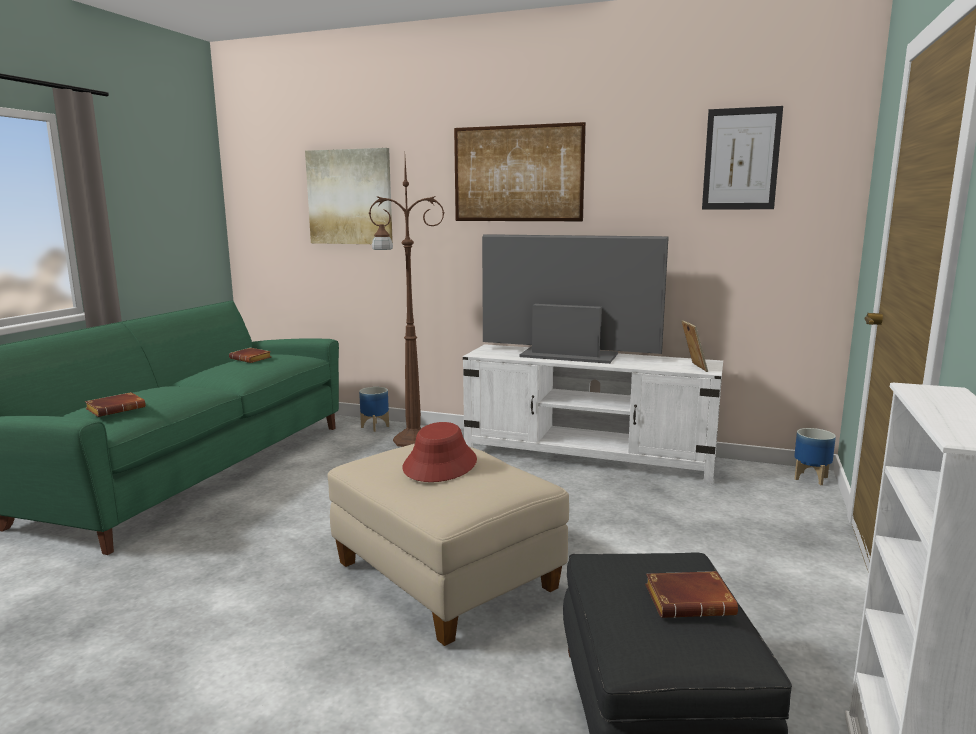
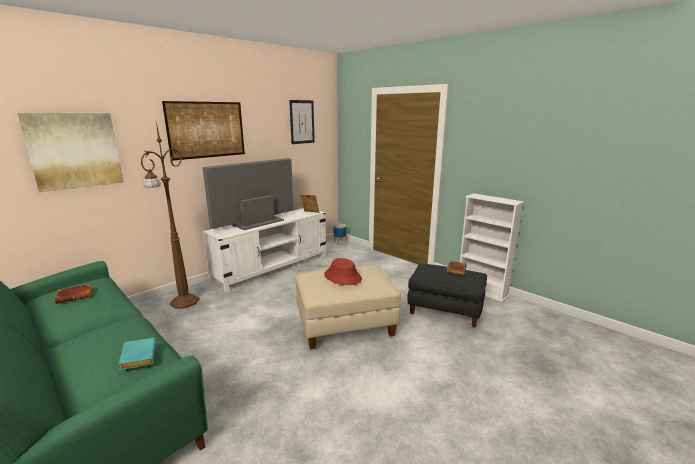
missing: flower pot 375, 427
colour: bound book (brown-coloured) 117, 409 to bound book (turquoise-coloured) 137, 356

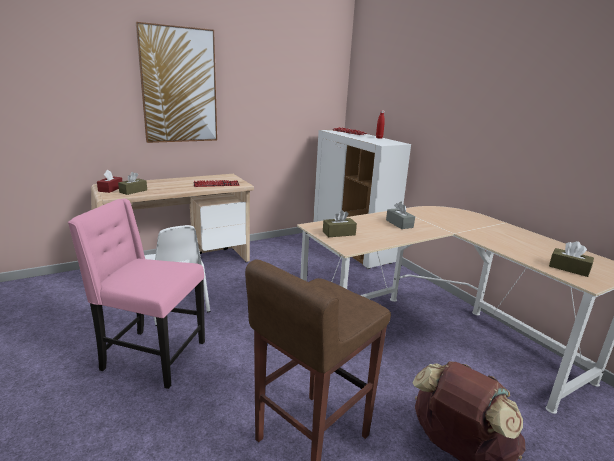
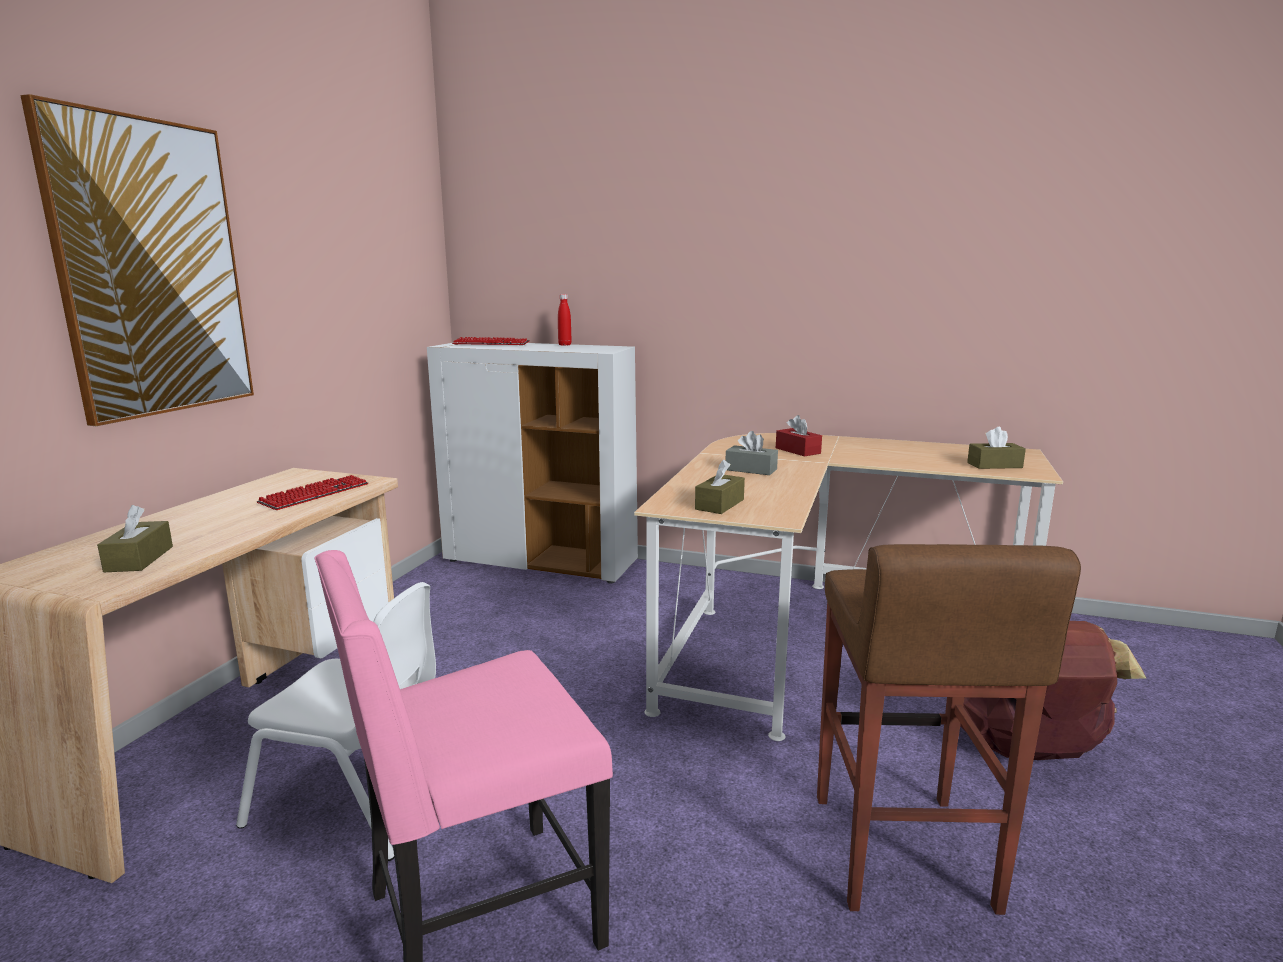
relocated: tissue holder (red-coloured) 110, 189 to 797, 450

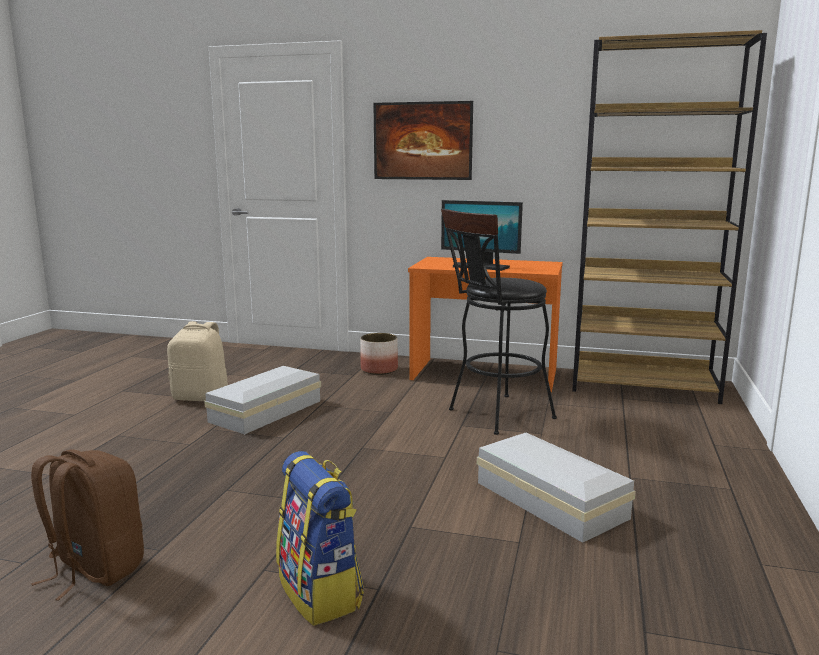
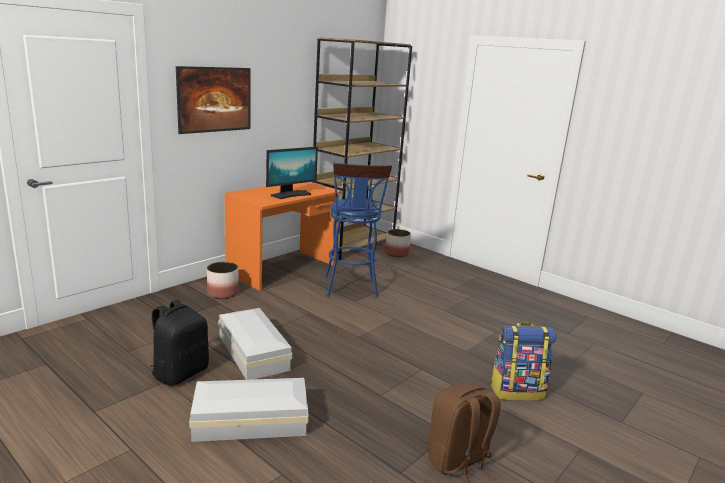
appeared: flower pot 396, 253
relocated: storage bin (white) 549, 498 to 248, 420
colour: knapsack (sand-coloured) 201, 397 to knapsack (black-coloured) 180, 373; sitting stool (black-coloured) 494, 415 to sitting stool (blue) 351, 289

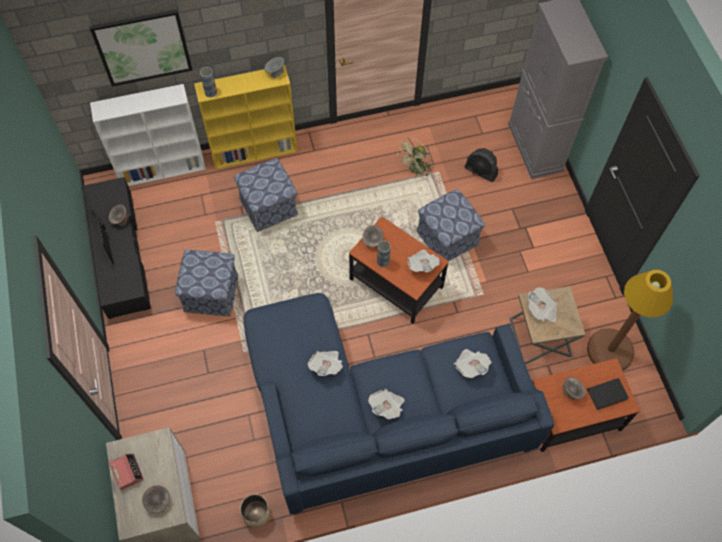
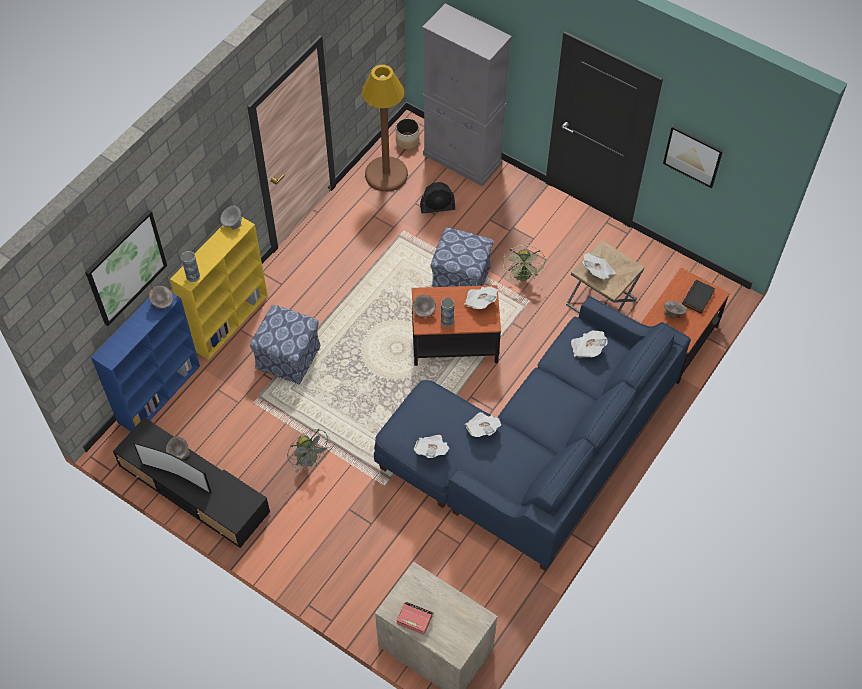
appeared: wall picture 693, 156
relocated: deep dish (gray) 159, 501 to 162, 303; floor lamp (brown-coloured) 610, 350 to 386, 175; flower pot 256, 514 to 407, 141; printed paper 387, 406 to 432, 450; electric fan (green-coloured) 415, 170 to 523, 277
exchanged: footrest 212, 293 to electric fan (gray) 310, 461
colour: bookcase (white) 163, 169 to bookcase (blue) 159, 393

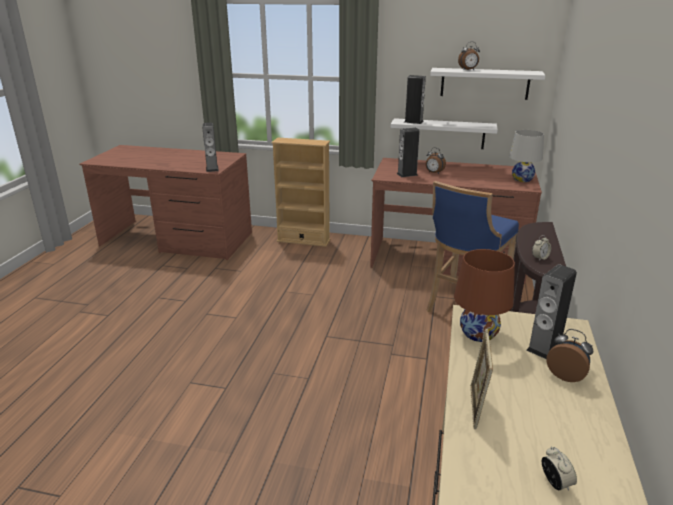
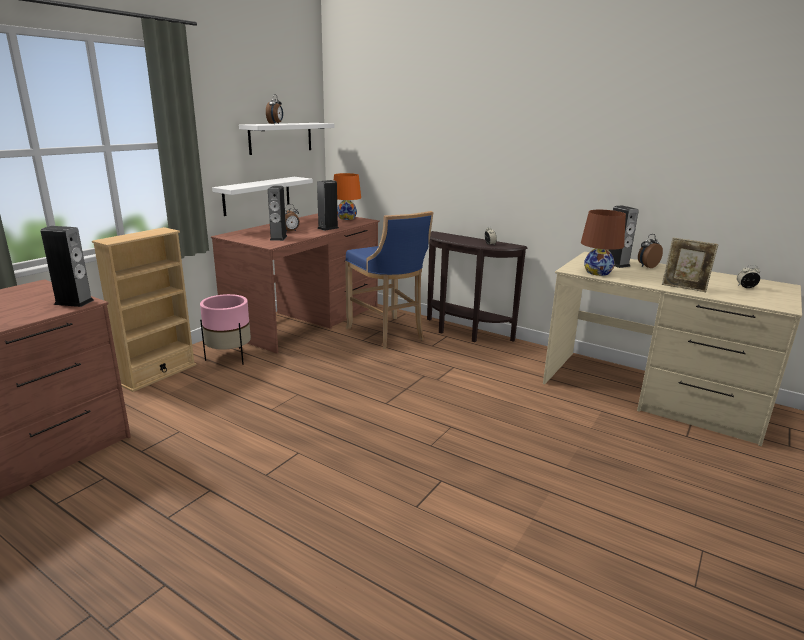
appeared: flower pot (pinkish) 229, 357
relocated: loudspeaker 413, 121 to 328, 228
colour: tabletop lamp (white) 522, 179 to tabletop lamp (orangey) 347, 218

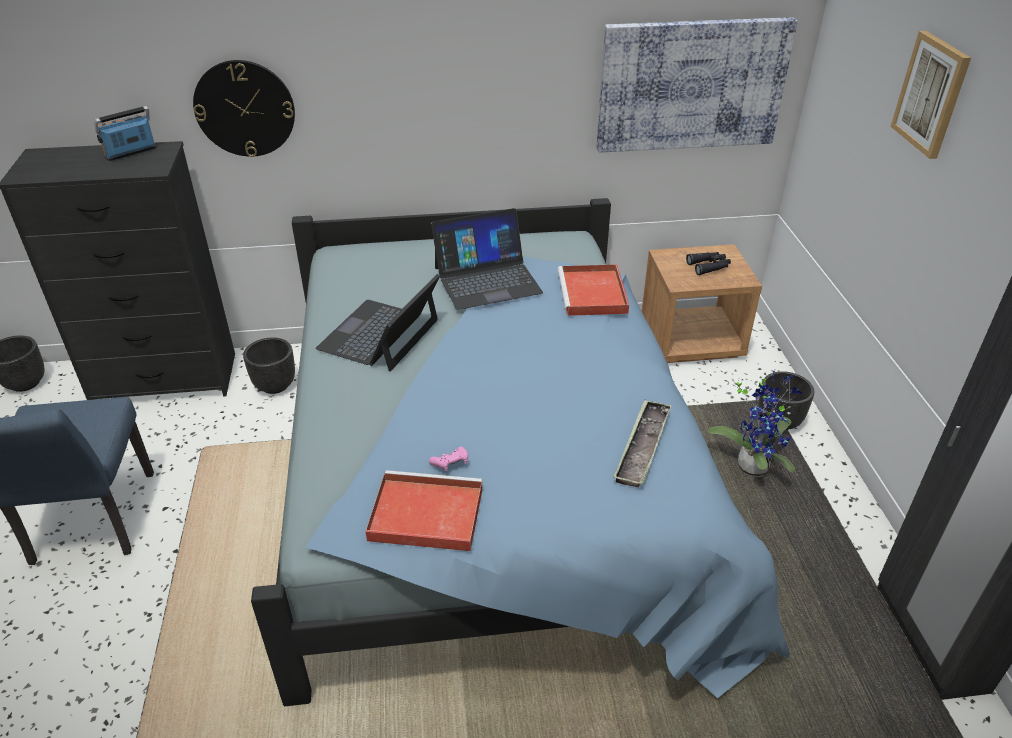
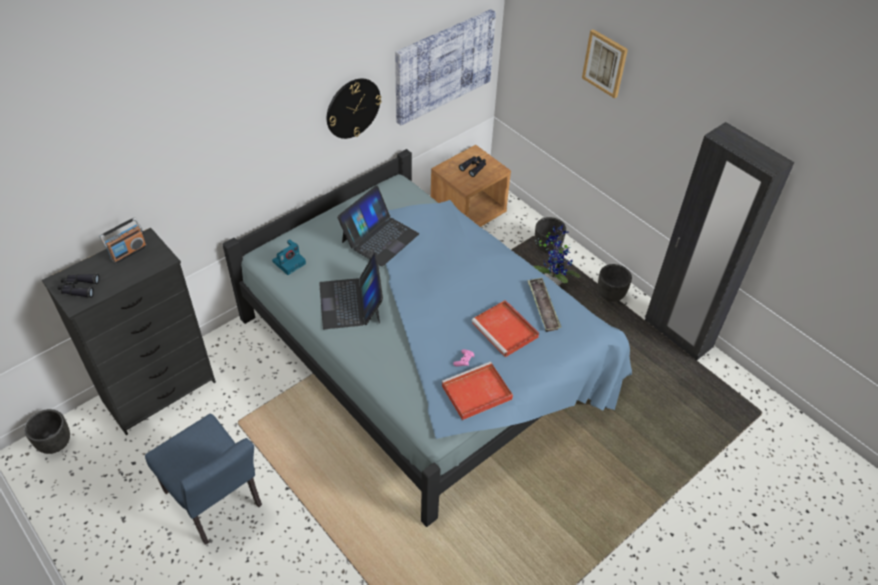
appeared: field glasses (black-coloured) 79, 288; photo camera 289, 262
relocated: hanging clock 245, 109 to 353, 108; tray (red-coloured) 593, 294 to 506, 330; flower pot (black-coloured) 275, 385 to 610, 295
spun: radio receiver 131, 153 = 128, 252 150 degrees counterclockwise

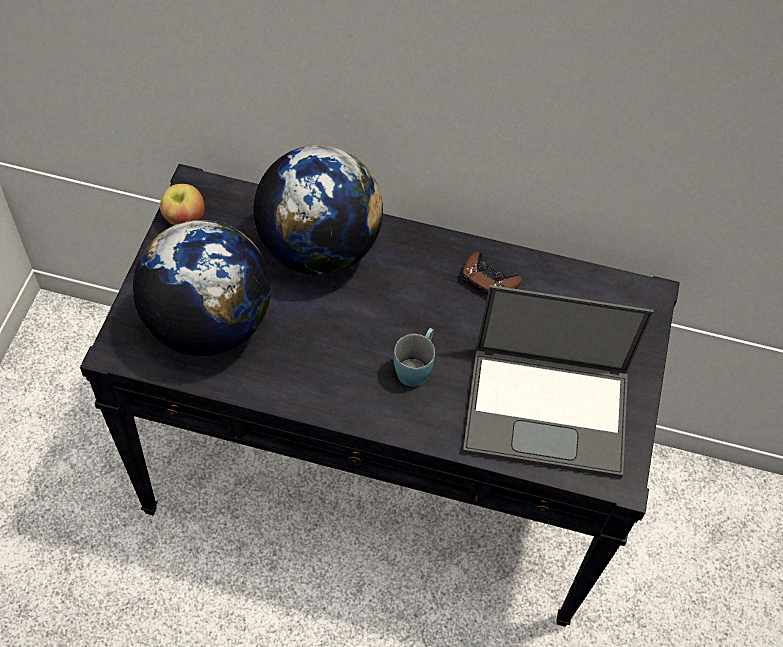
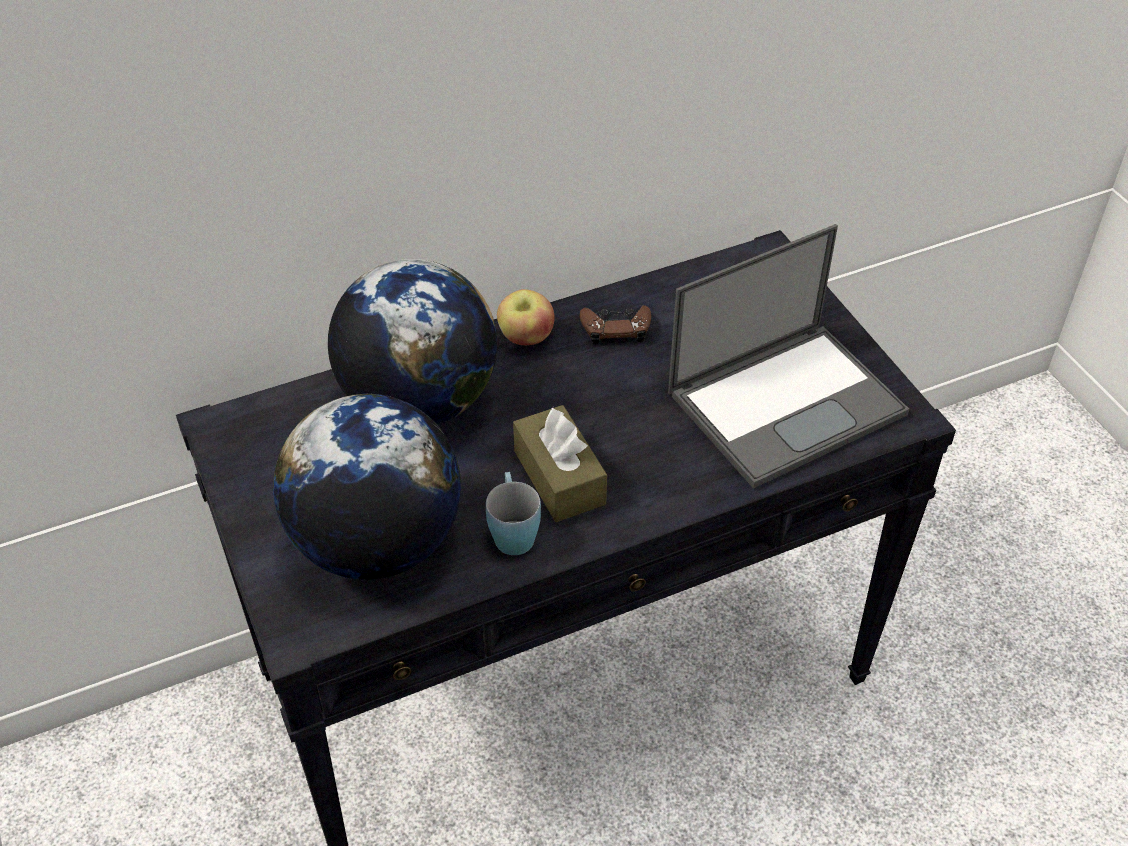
appeared: tissue holder (brown-coloured) 559, 477
relocated: tea mug (blue) 415, 367 to 512, 531; apple fruit 184, 219 to 526, 337

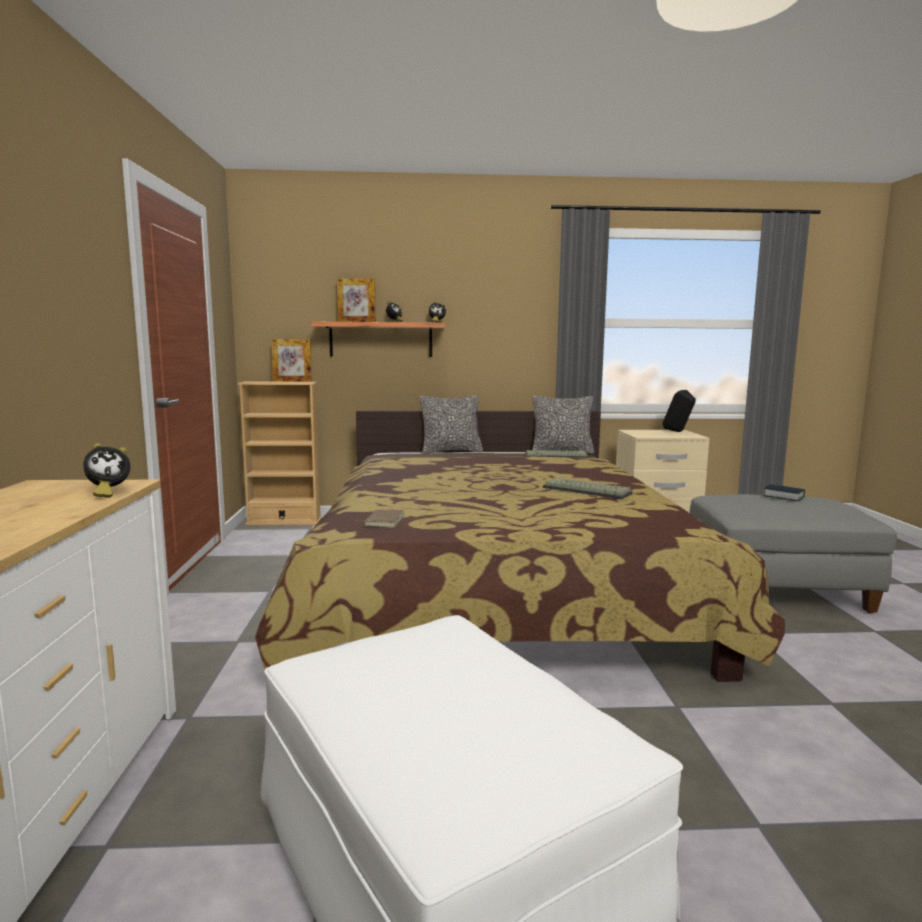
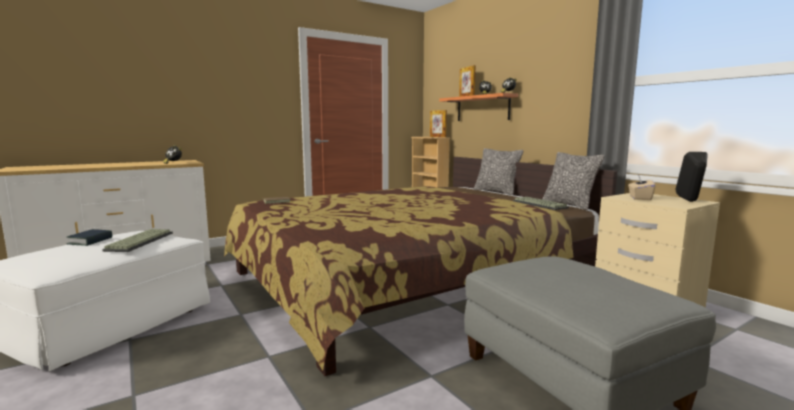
appeared: tissue holder (sand-coloured) 639, 198
relocated: bound book 783, 496 to 90, 241; keyboard 585, 490 to 139, 241

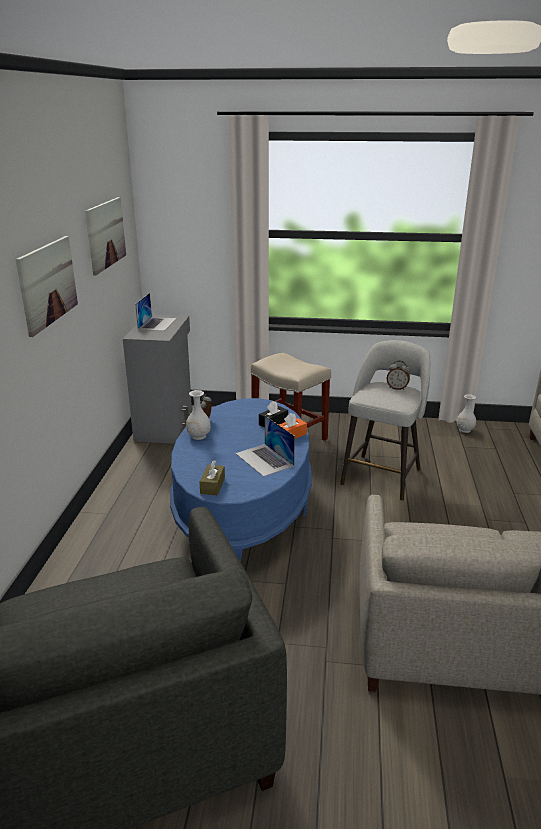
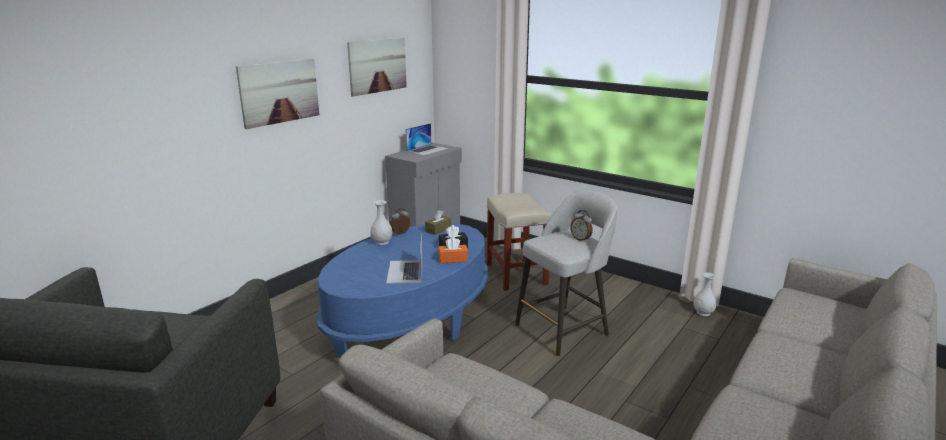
relocated: tissue holder (brown-coloured) 212, 485 to 438, 229

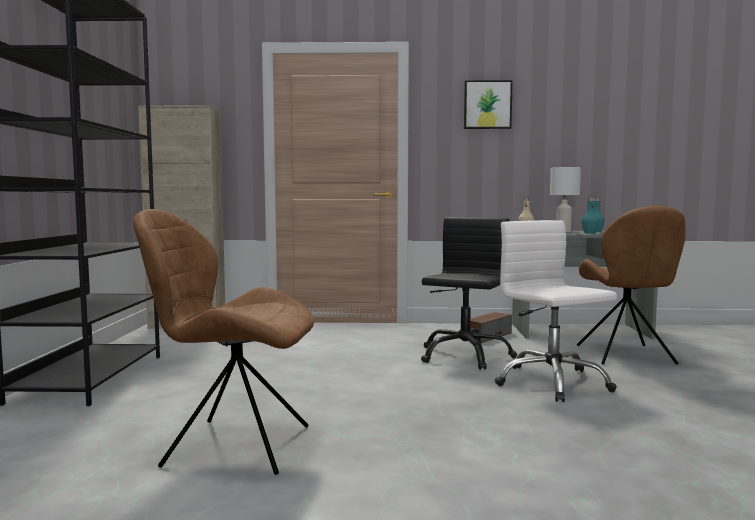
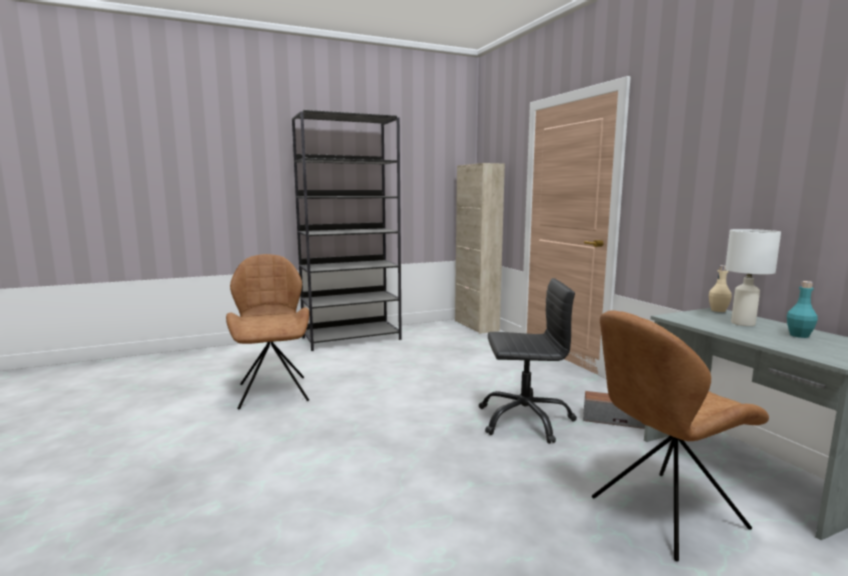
missing: wall picture 487, 105; office chair (white) 551, 382; drink bottle (turquoise-coloured) 589, 233

